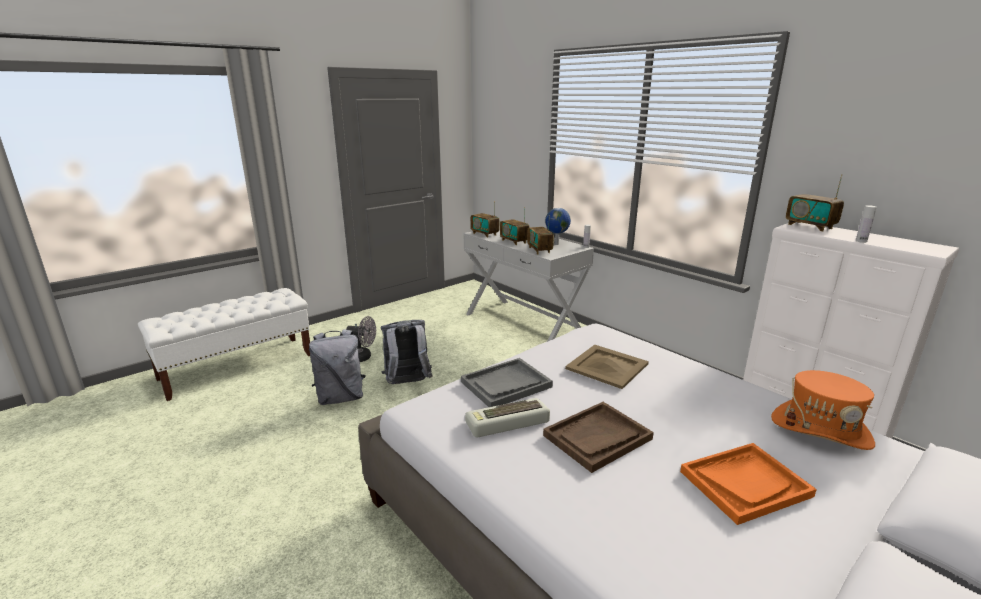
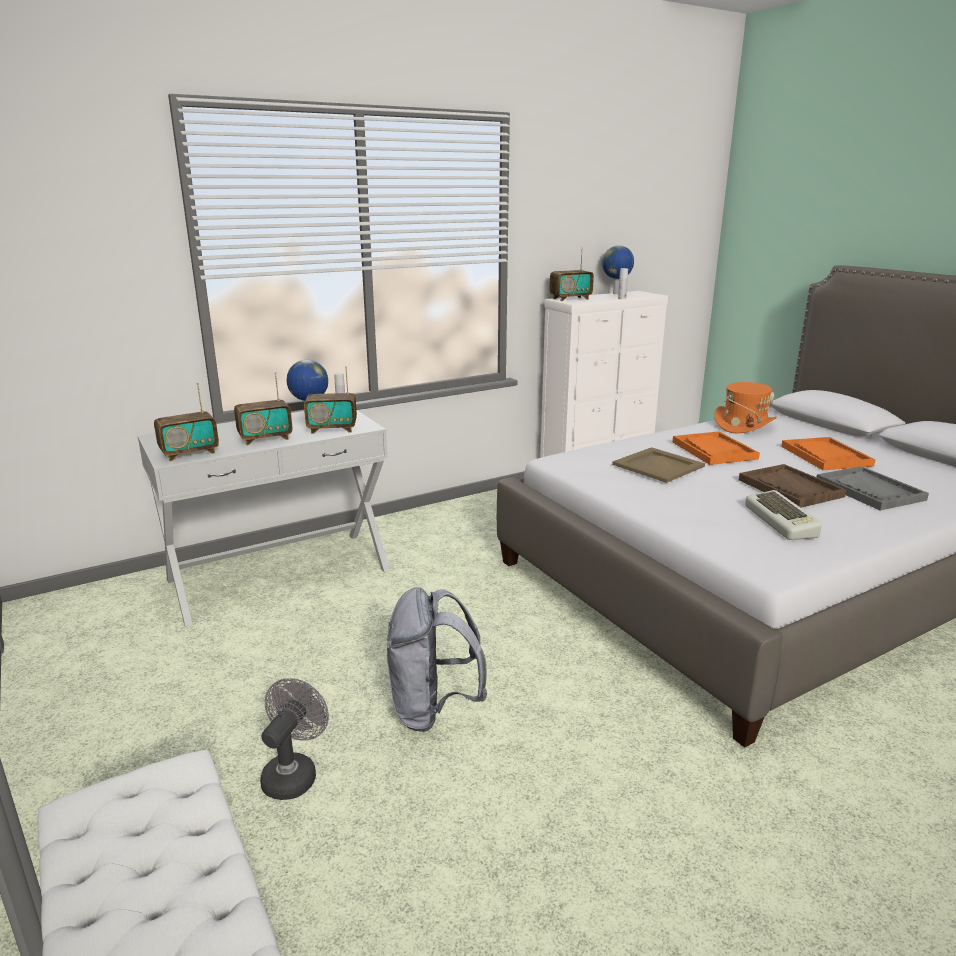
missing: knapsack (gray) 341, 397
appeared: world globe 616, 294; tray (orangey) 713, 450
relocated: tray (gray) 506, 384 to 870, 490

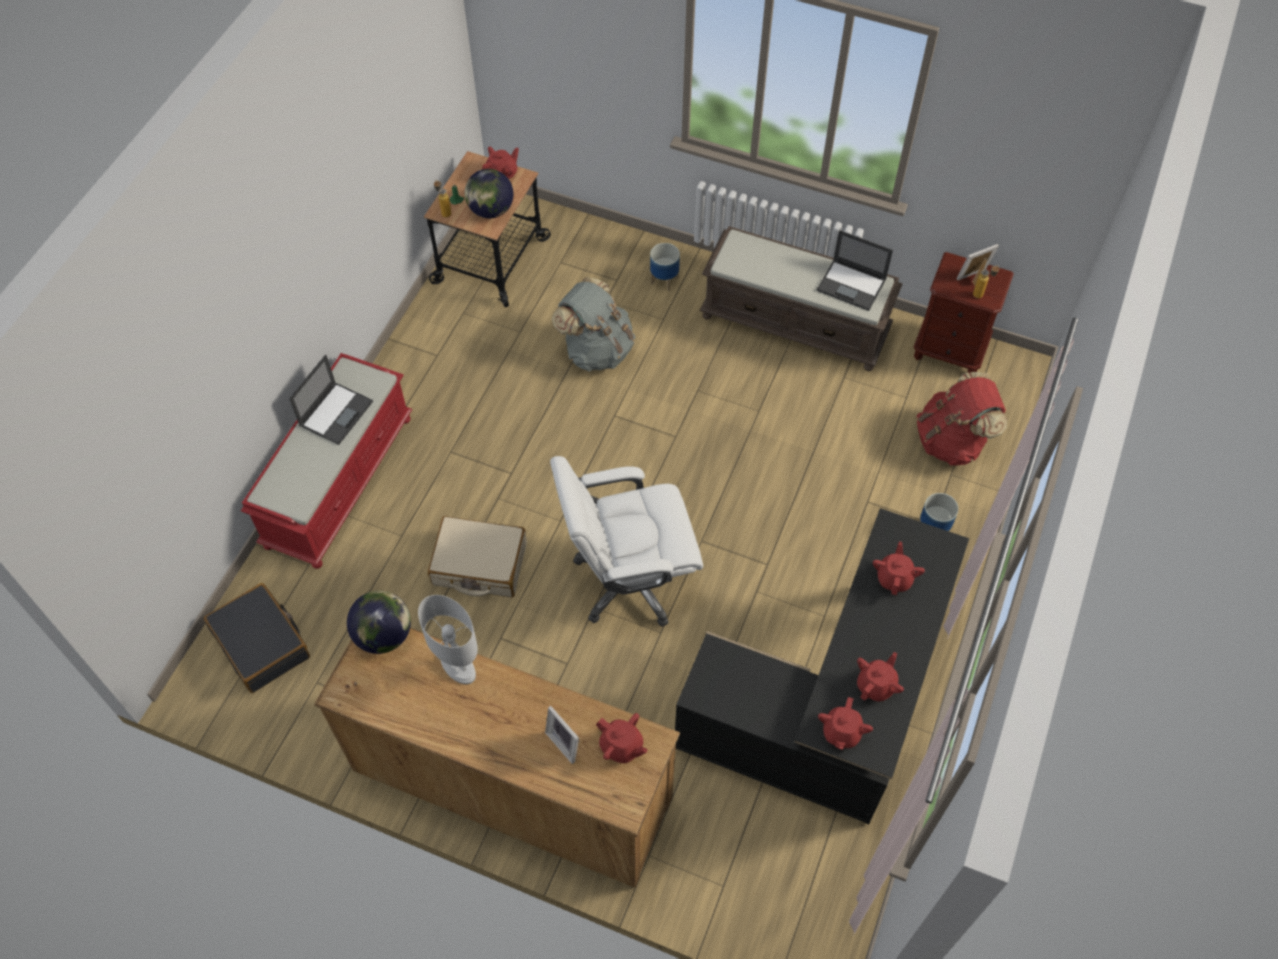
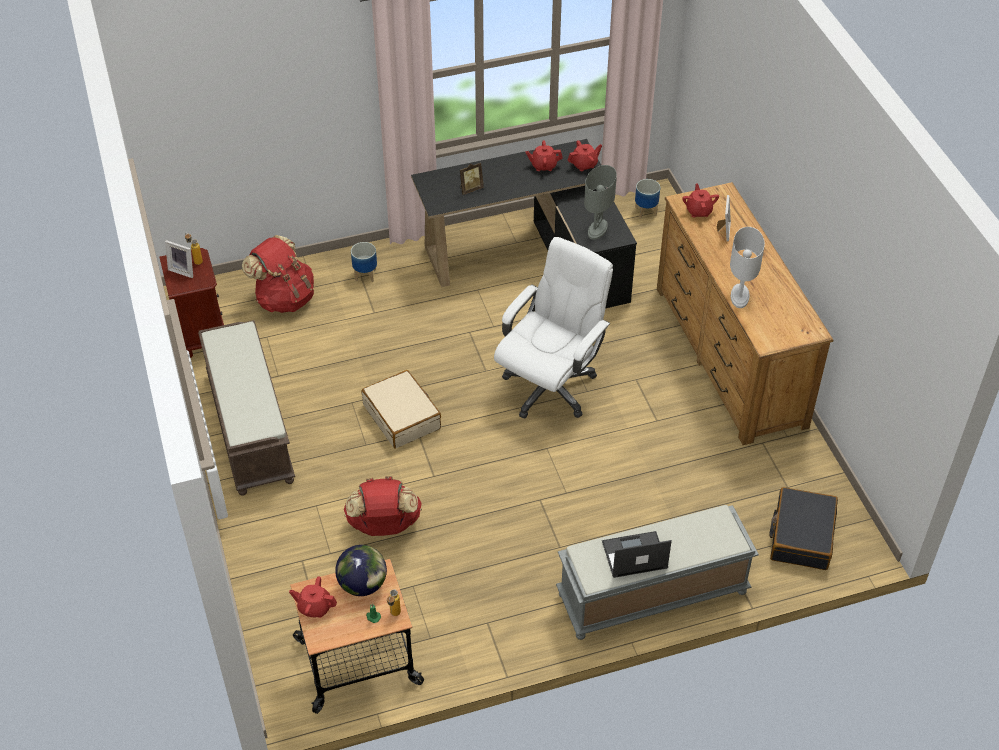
missing: world globe 384, 635; laptop 852, 285
appeared: tabletop lamp (gray) 597, 229
relocated: suitcase (sand-coloured) 479, 564 to 402, 417; flower pot 664, 280 to 645, 211
exchanged: teapot (red-coloured) 894, 578 to picture frame 470, 189
colour: knapsack (gray) 597, 349 to knapsack (red-coloured) 384, 525; long seat (red-coloured) 338, 480 to long seat (gray) 651, 595
spun: office chair (white) 630, 580 = 550, 386 90 degrees counterclockwise

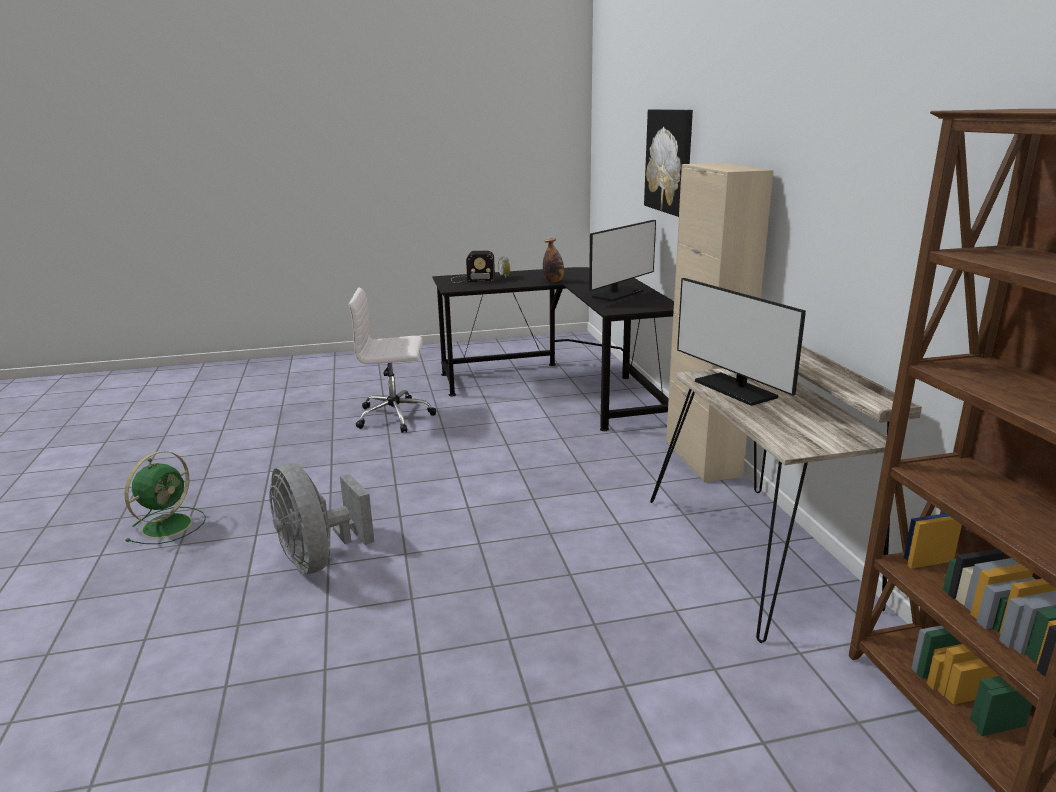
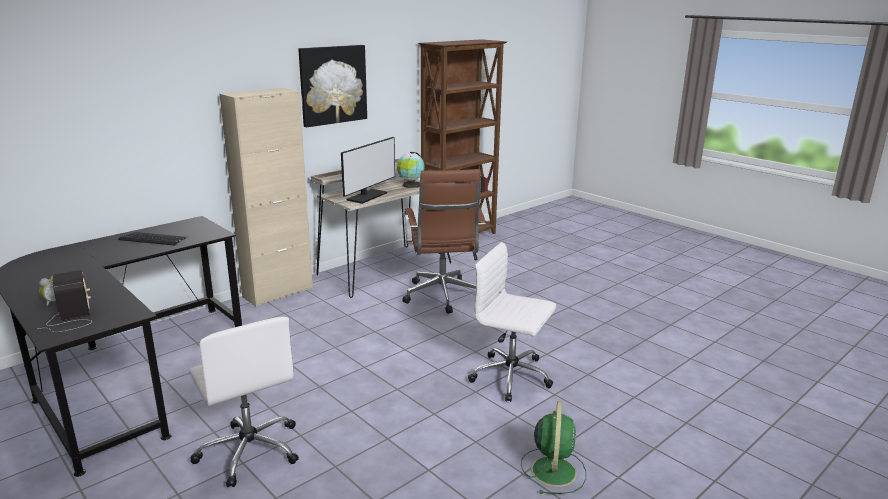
missing: drink bottle 553, 281
appeared: world globe 411, 185; office chair (brown-coloured) 443, 297
relocated: wall picture 669, 161 to 333, 85
exchanged: computer display 618, 294 to keyboard 153, 239; electric fan (gray) 318, 559 to office chair (white) 512, 377
spun: electric fan (green-coloured) 169, 525 = 553, 469 105 degrees clockwise

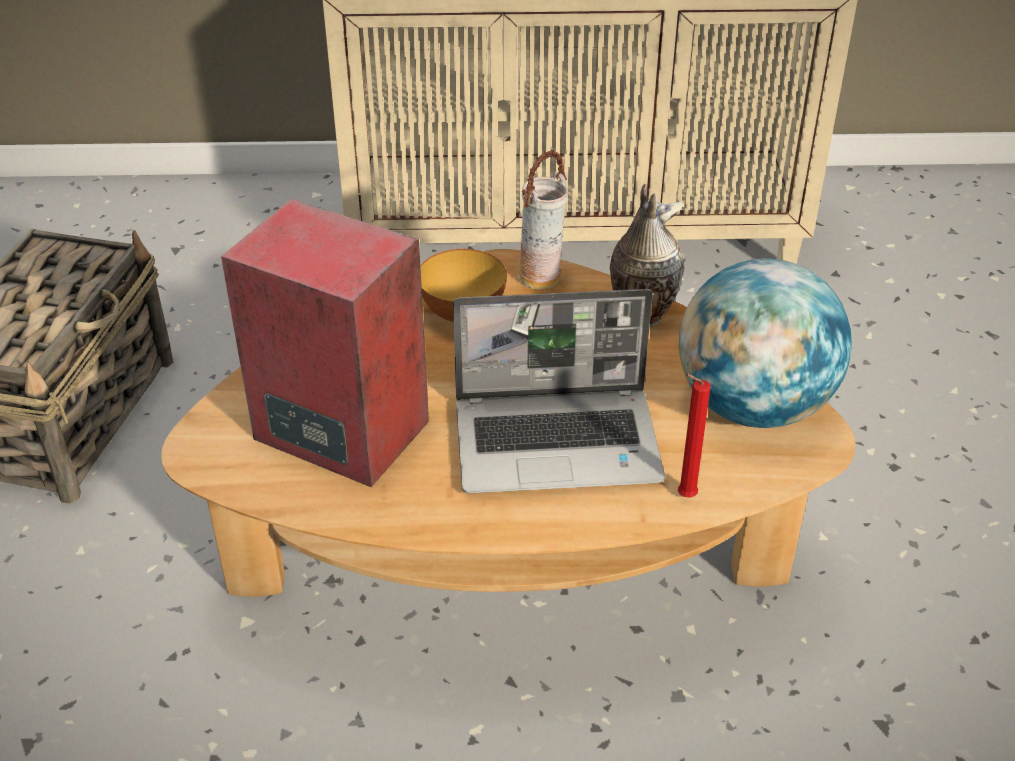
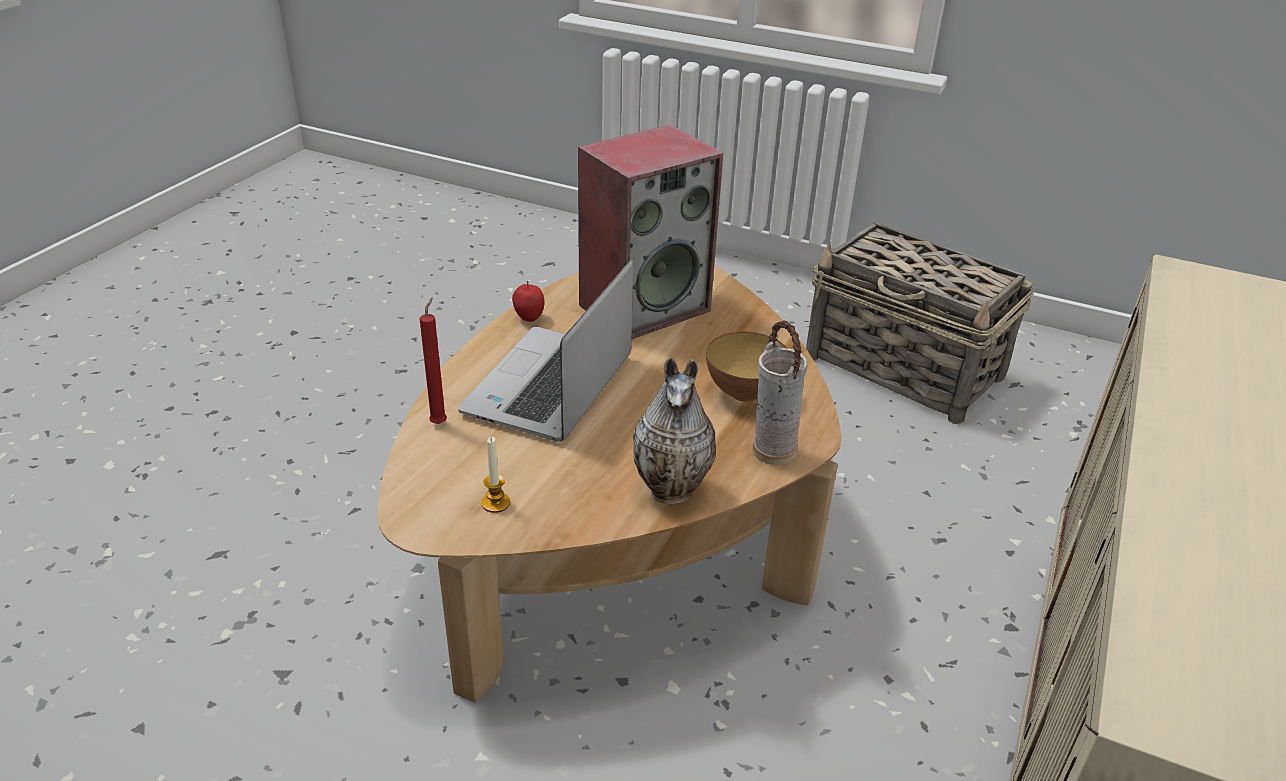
appeared: apple fruit 529, 319
exchanged: world globe 752, 406 to candle 495, 503

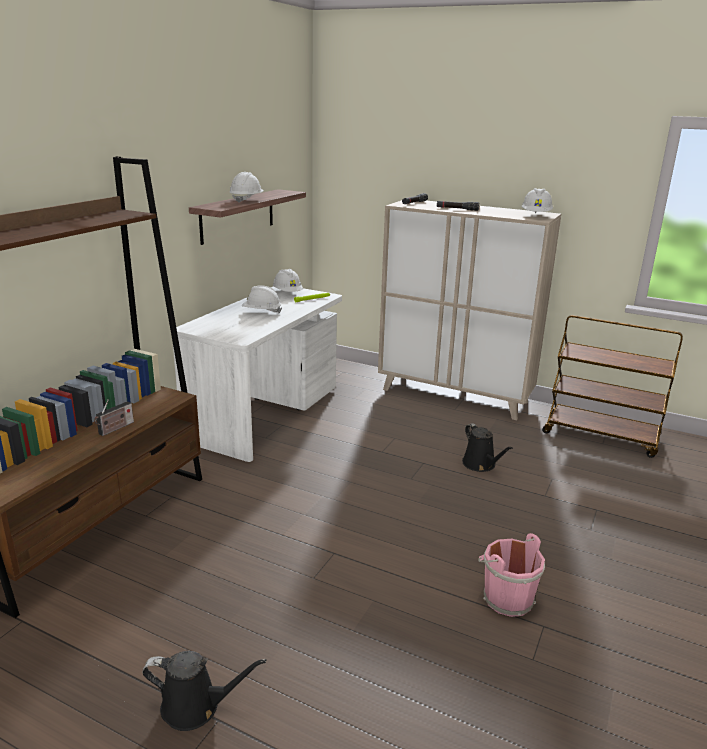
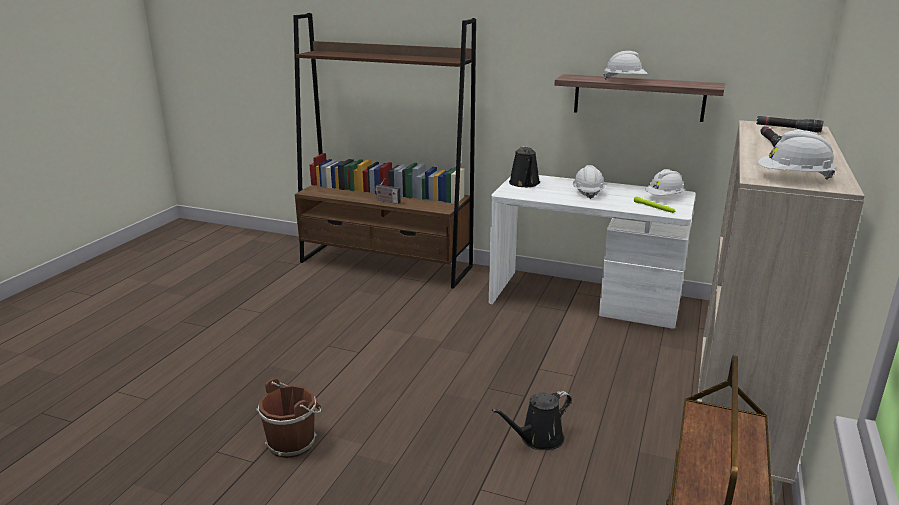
relocated: watering pot (black-coloured) 196, 706 to 525, 183
colour: water bucket (pinkish) 505, 598 to water bucket (brown-coloured) 293, 441

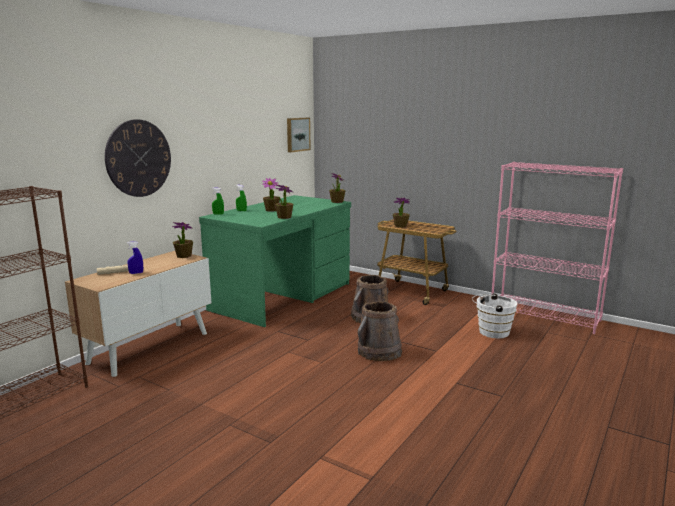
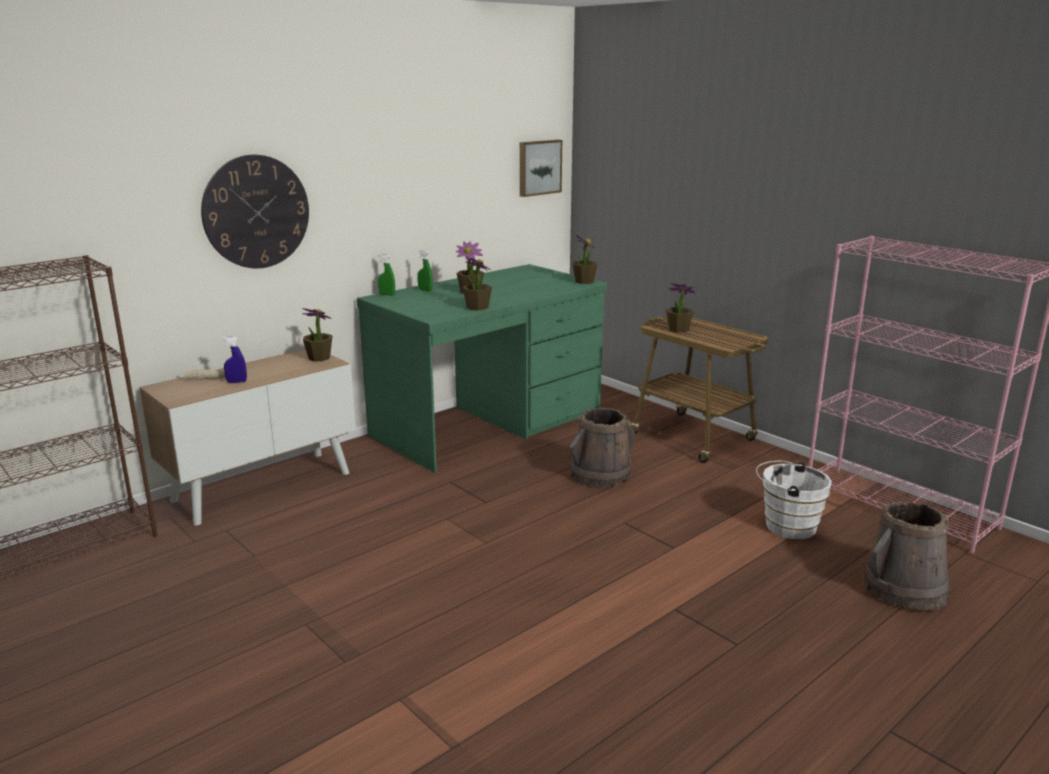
relocated: water bucket (brown-coloured) 379, 352 to 904, 589

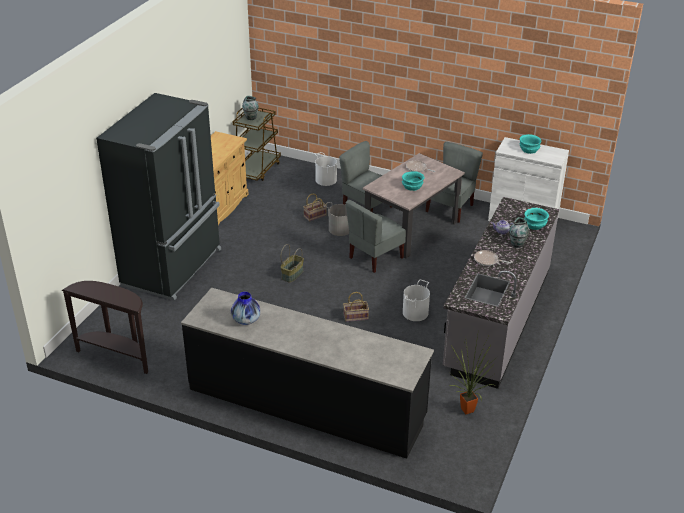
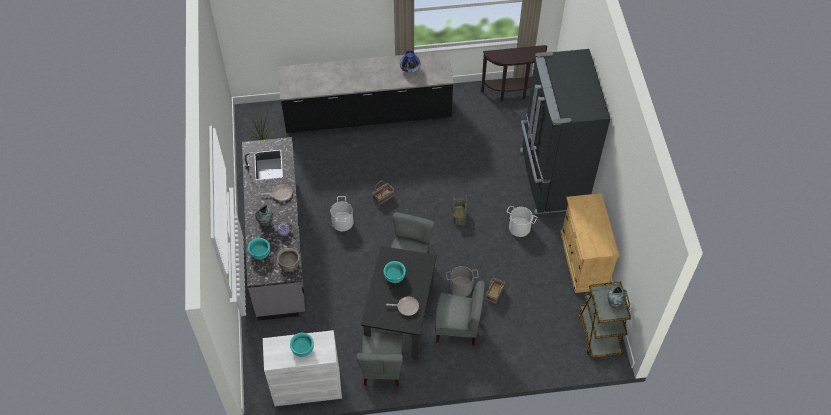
appeared: stockpot (brown-coloured) 289, 265
relocated: water bucket (white) 326, 180 to 519, 228
colour: kitchen table (sand-coloured) 411, 230 to kitchen table (black-coloured) 400, 318

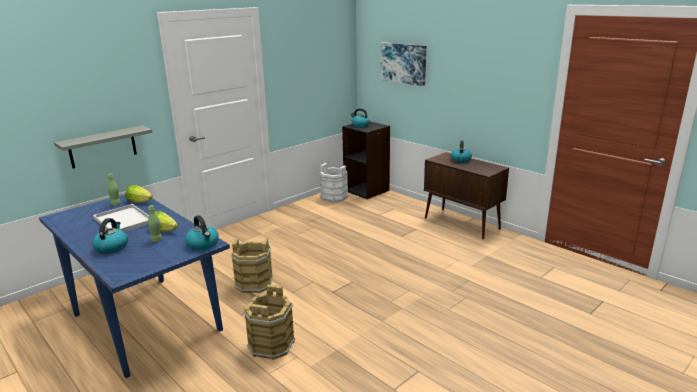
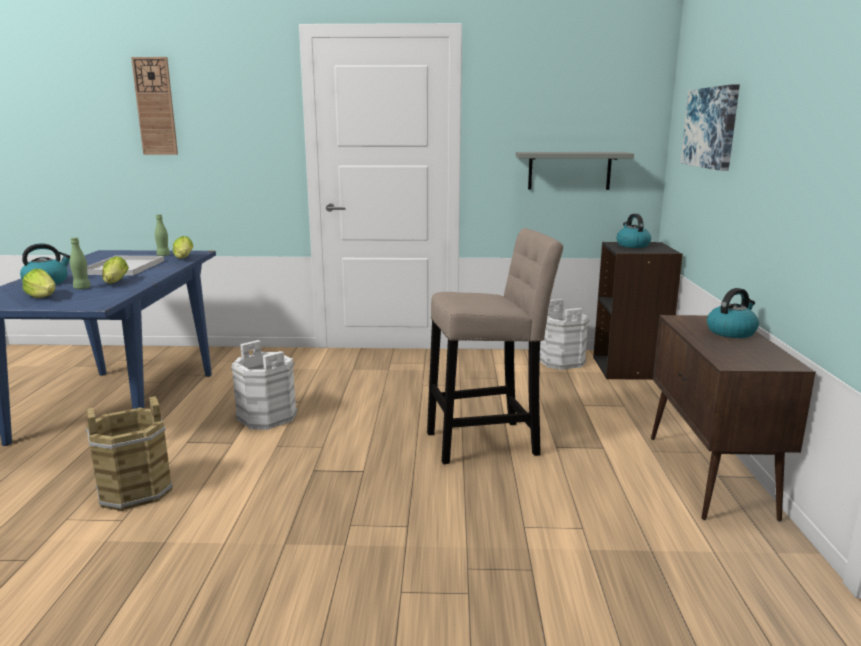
missing: kettle 203, 244
appeared: lettuce head 43, 297; hanging clock 155, 106; sitting stool (sand-coloured) 488, 442
relocated: shelf (gray) 102, 147 to 569, 170
colour: water bucket (brown-coloured) 254, 283 to water bucket (white) 267, 417

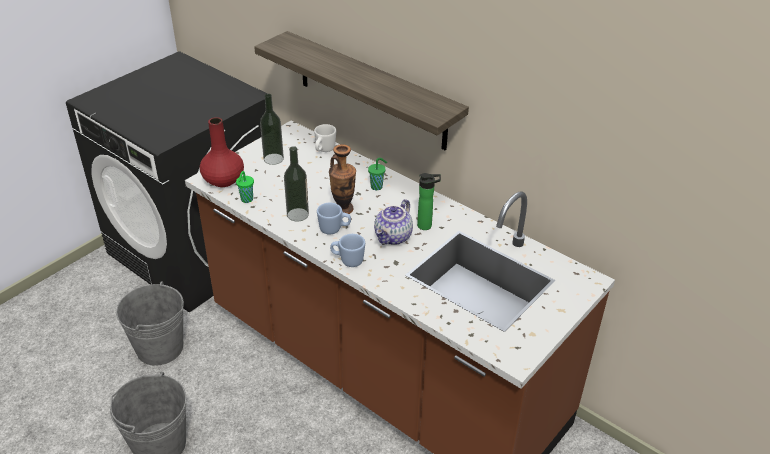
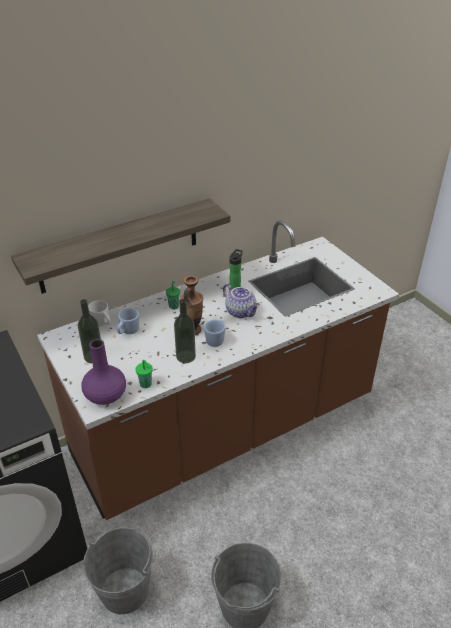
relocated: tea mug (blue) 347, 260 to 128, 332
colour: decorative vase (red-coloured) 223, 180 to decorative vase (purple-coloured) 105, 395

